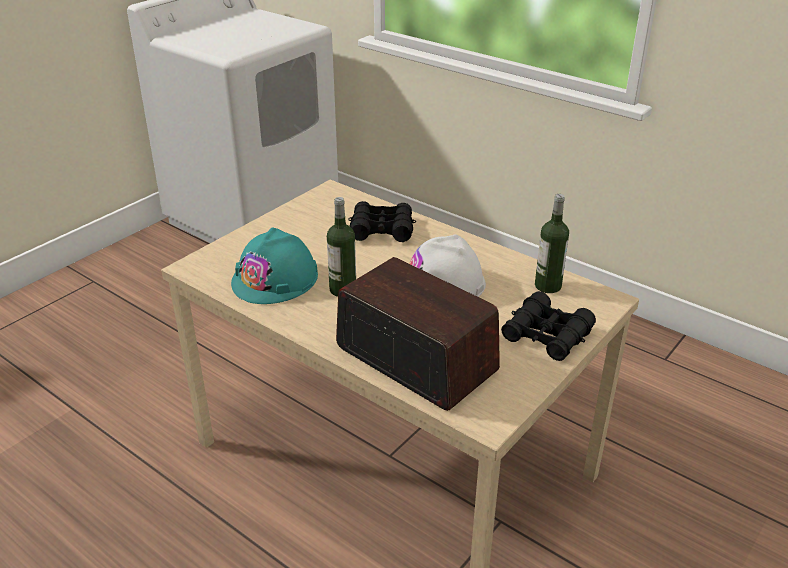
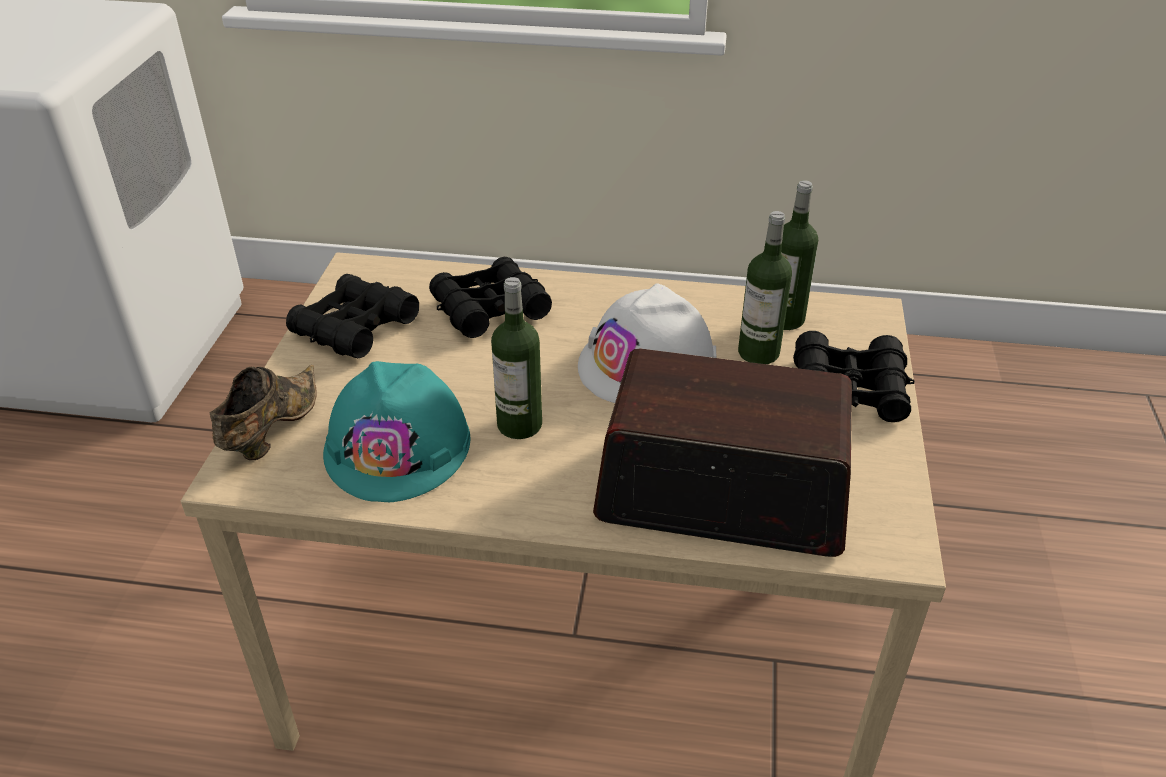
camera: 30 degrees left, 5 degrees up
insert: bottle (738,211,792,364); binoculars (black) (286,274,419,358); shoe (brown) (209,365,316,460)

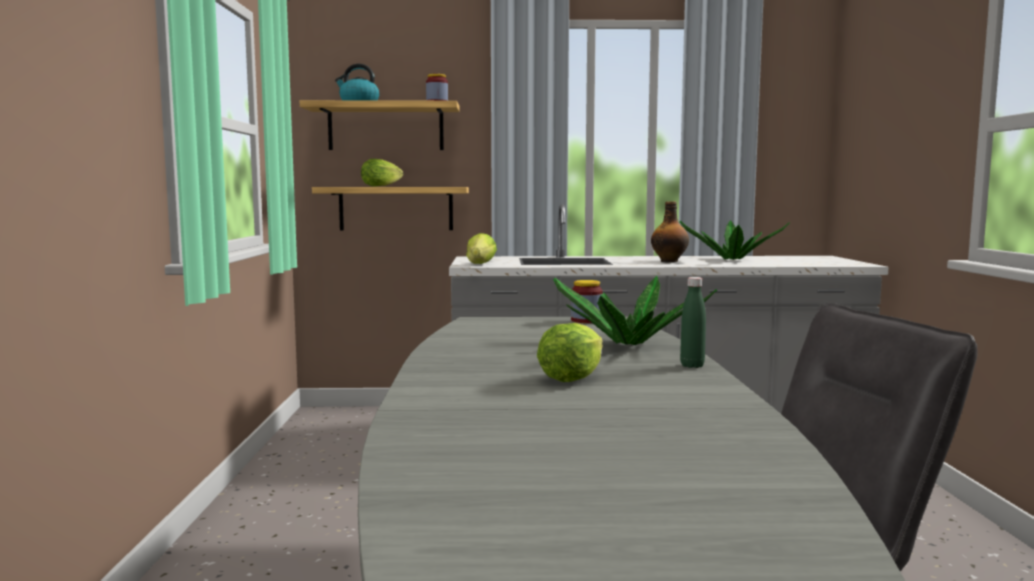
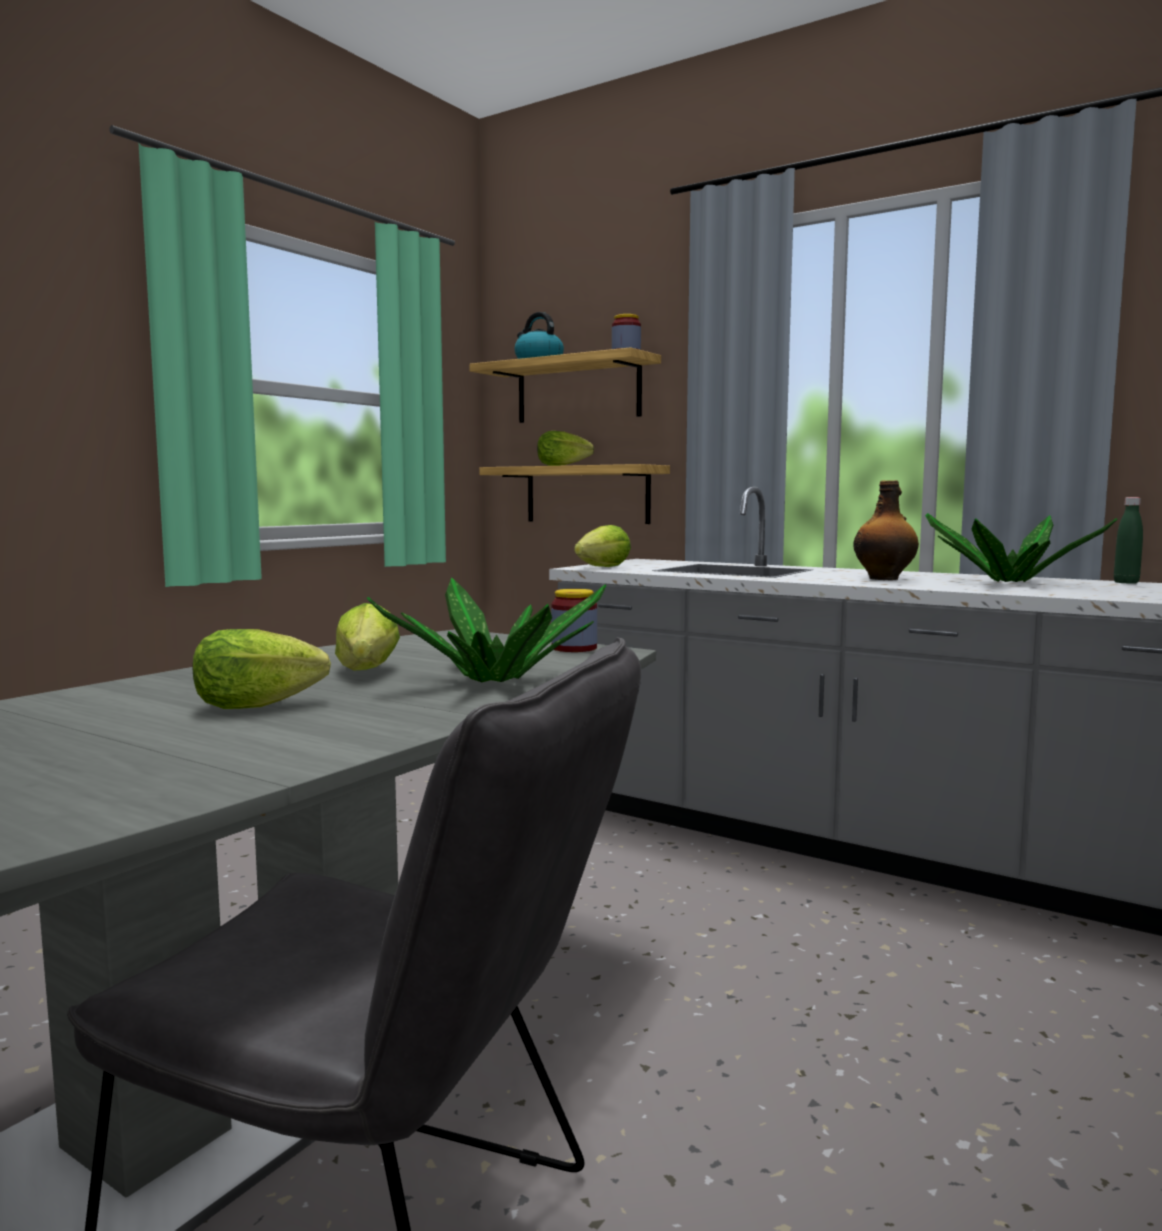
camera: 35 degrees right, 0 degrees up
insert: lettuce (335,603,400,671)
move: bottle (green) (680,277,706,368) to (1114,497,1143,584)

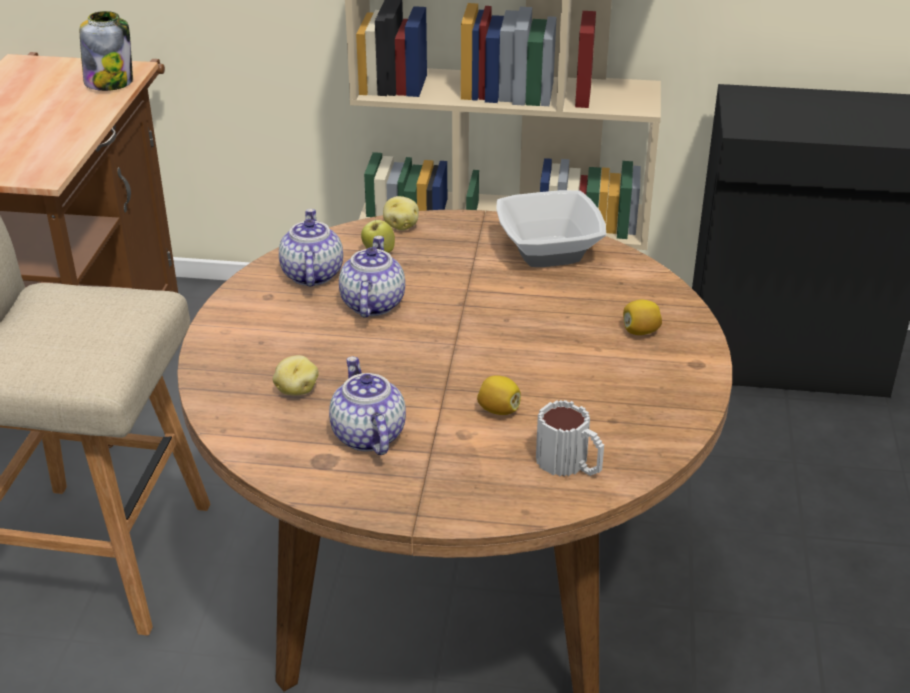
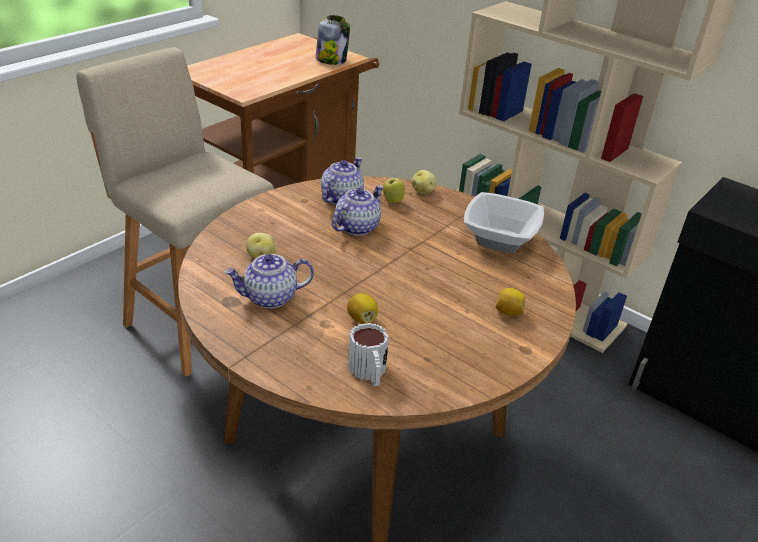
camera: 30 degrees right, 0 degrees up
rotate: teapot (329,356,406,455) = (224,254,314,309) 120 degrees counterclockwise

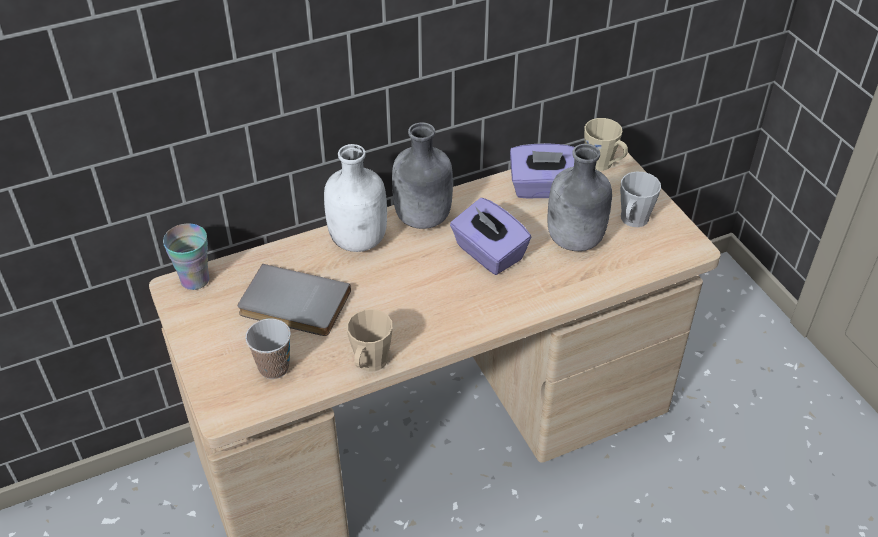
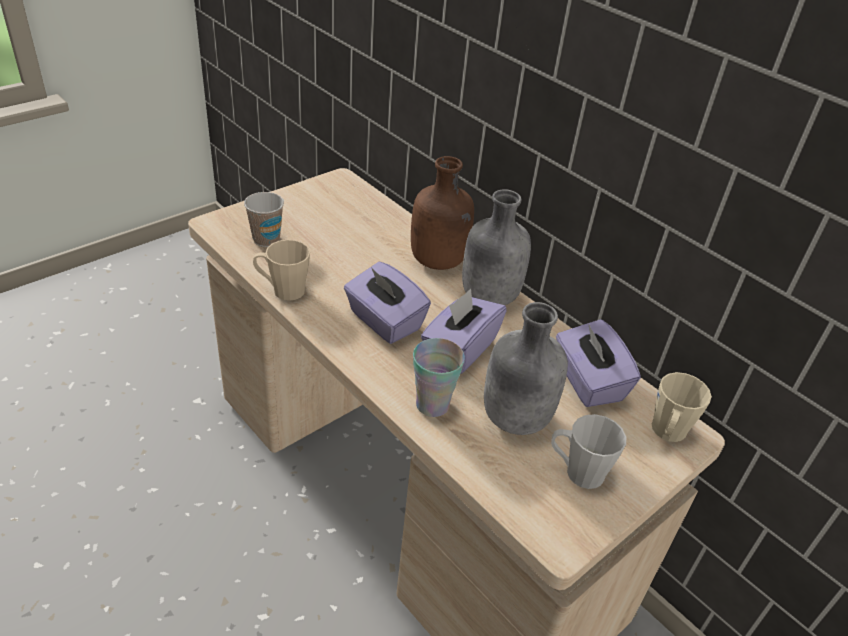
camera: 70 degrees right, 5 degrees down
delete: book (grey) (238,264,351,336)
insert: tissue box (purple) (344,262,431,344)
move: cup (163,223,210,290) to (413,338,465,417)
recolor: bottle (white) (324,144,387,252) to bottle (brown) (411,156,474,270)

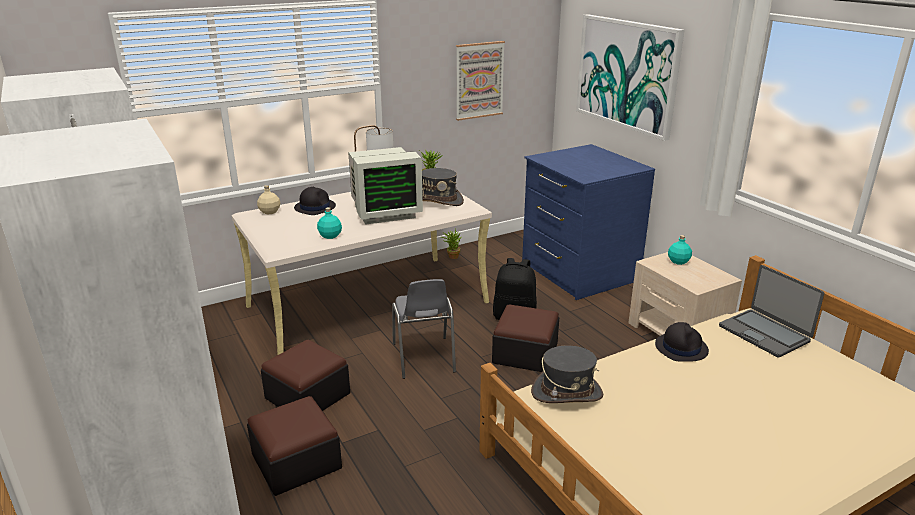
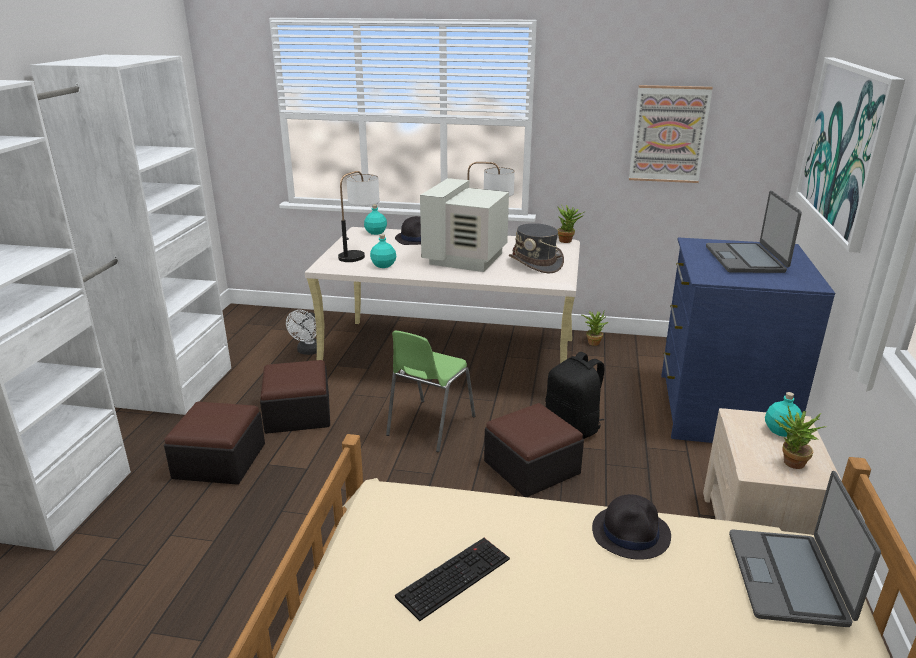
camera: 40 degrees right, 0 degrees up
delete: hat (grey) (531,345,603,403)
insert: table lamp (338,171,380,262); laptop (706,191,802,273); fan (white) (286,310,317,355); potted plant (775,406,826,469); keyboard (395,538,510,621)
recolor: bottle (beige) (257,185,280,214) to bottle (turquoise) (364,205,387,235); chair (grey) (392,279,456,379) to chair (green) (386,330,475,452)
rotate: monitor (348,147,423,225) = (420,178,509,272) 90 degrees clockwise

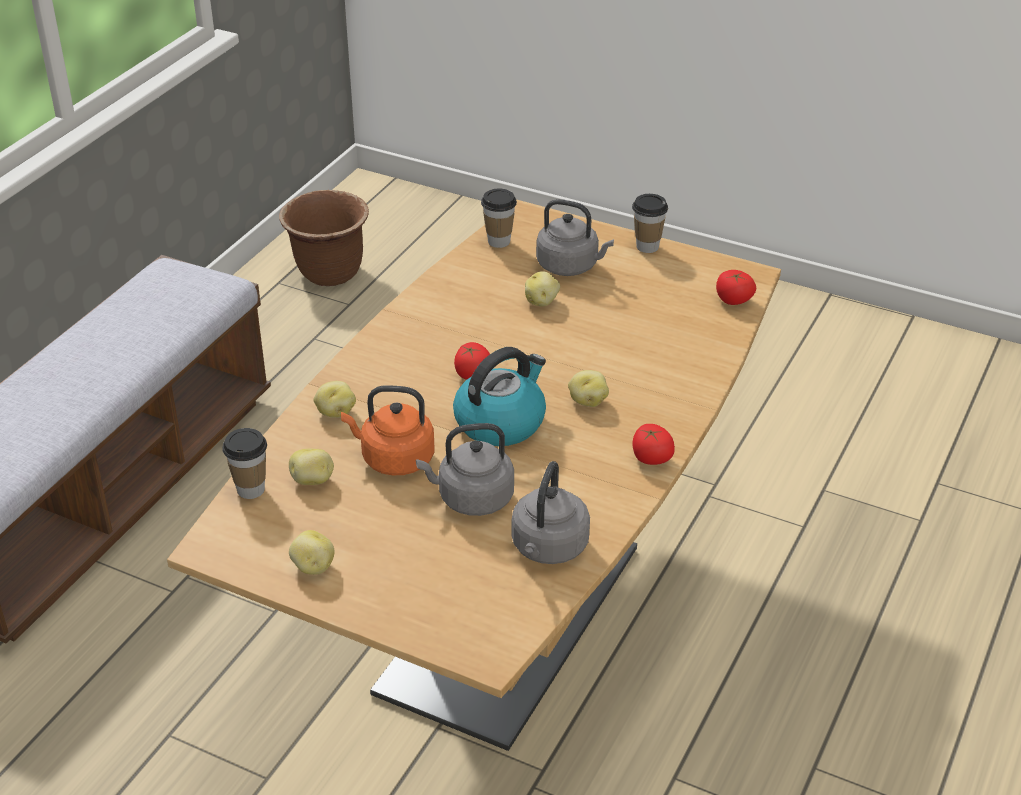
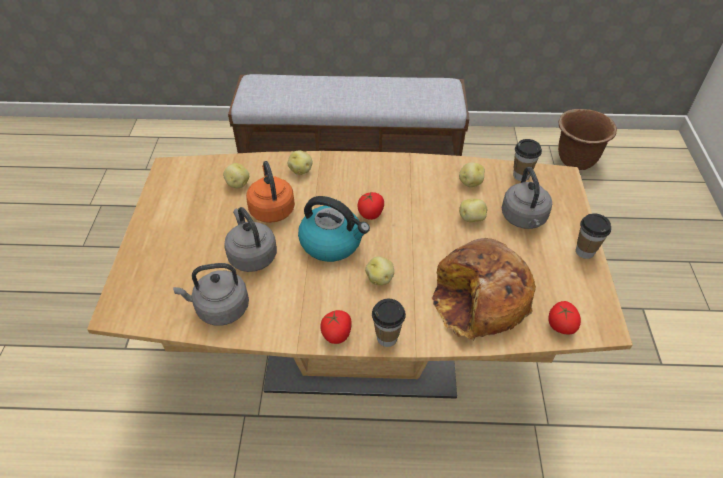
camera: 65 degrees right, 10 degrees up
insert: bread (432,238,536,341)
move: cup (222,428,267,499) to (372,299,406,347); potato (289,530,334,575) to (459,162,485,187)

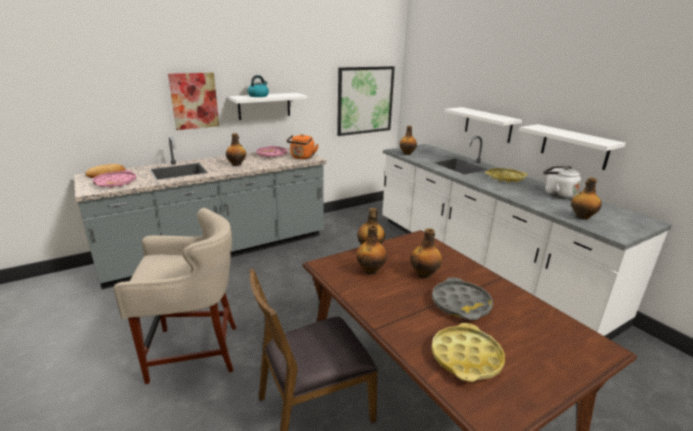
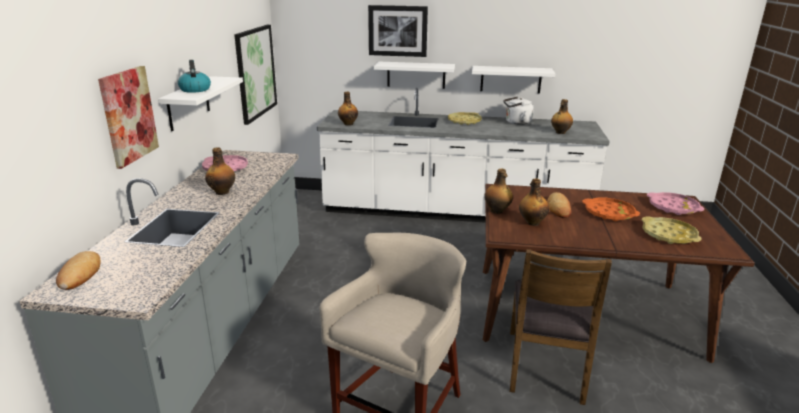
camera: 50 degrees left, 0 degrees up
delete: kettle (orange) (286,134,319,159)
insert: picture (368,5,428,57)
move: tray (pink) (92,170,136,188) to (647,192,704,215)
replace: bottle (410,228,442,278) to bread (547,192,572,218)
recolor: tray (grey) (432,278,493,320) to tray (orange) (582,198,640,221)

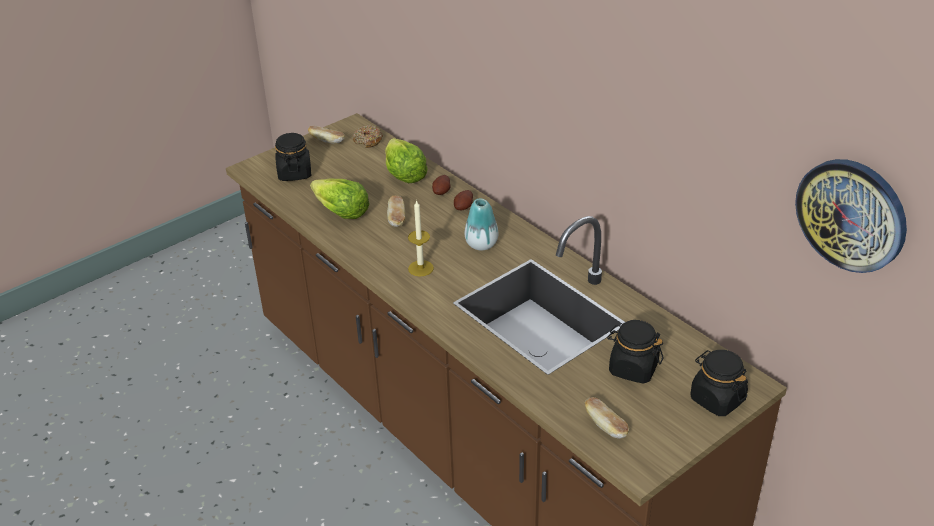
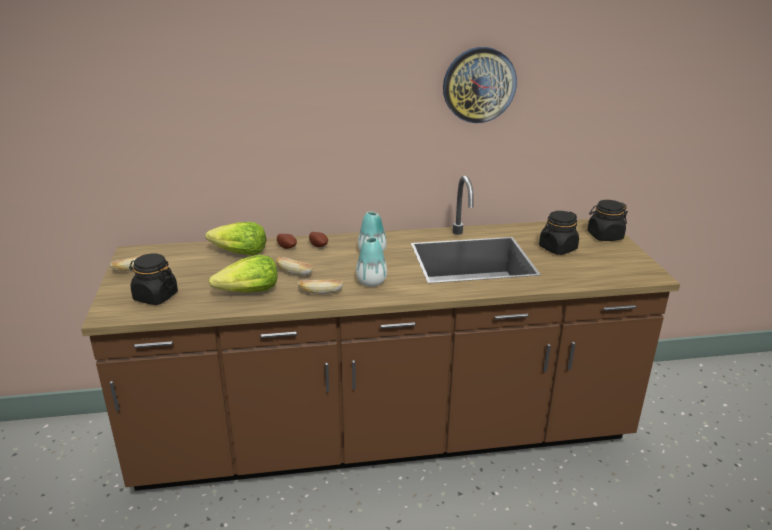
camera: 60 degrees left, 10 degrees down
delete: donut (353,125,383,148)
move: wall clock (795,159,907,273) to (443,47,517,123); bread (585,397,629,438) to (297,279,343,294)
replace: candle (408,200,434,277) to vase (356,237,387,287)

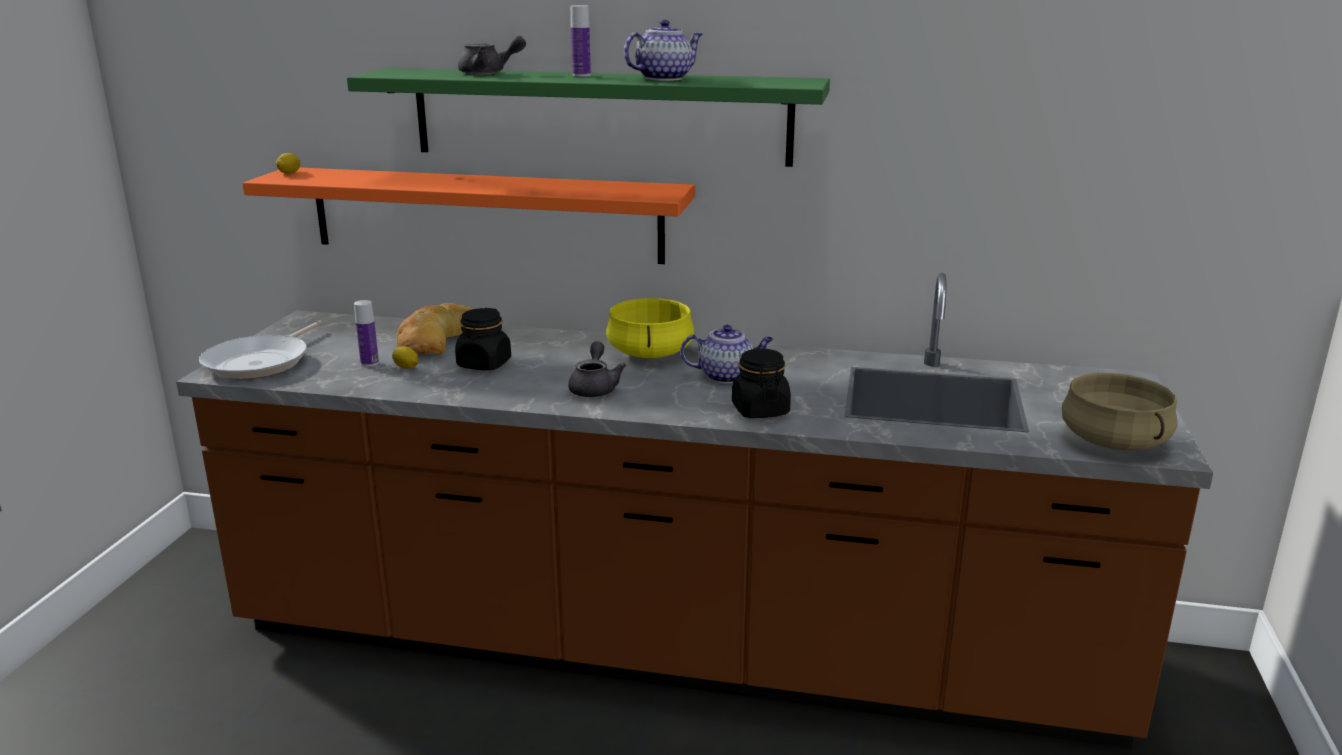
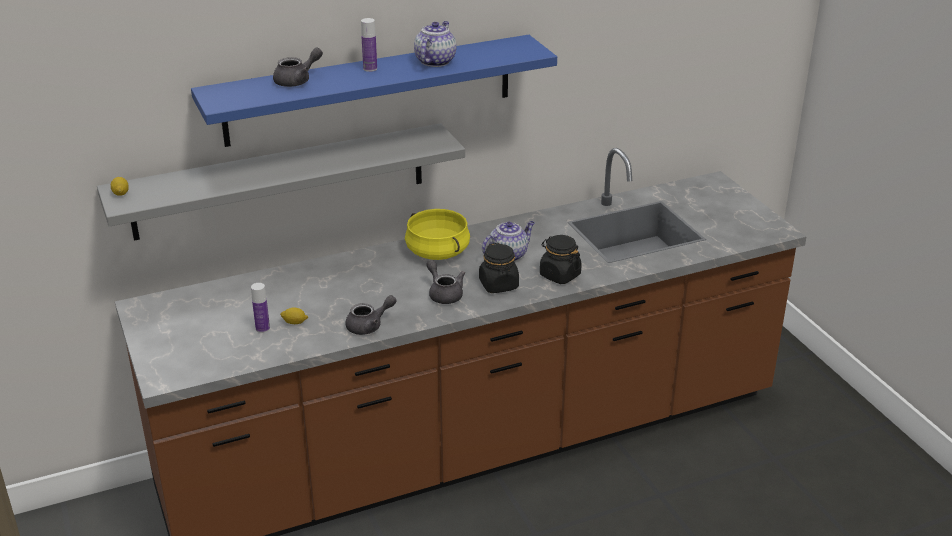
camera: 35 degrees left, 10 degrees up
delete: bread (396,303,473,354); frying pan (199,321,323,379); cooking pot (beige) (1062,373,1178,450)
insert: teapot (grey) (345,295,397,335)
move: jar (black) (455,308,511,370) to (479,243,519,293)
recolor: shelf (green) (347,68,830,167) to shelf (blue) (191,35,557,147); shelf (orange) (243,167,695,264) to shelf (grey) (97,123,465,241)

